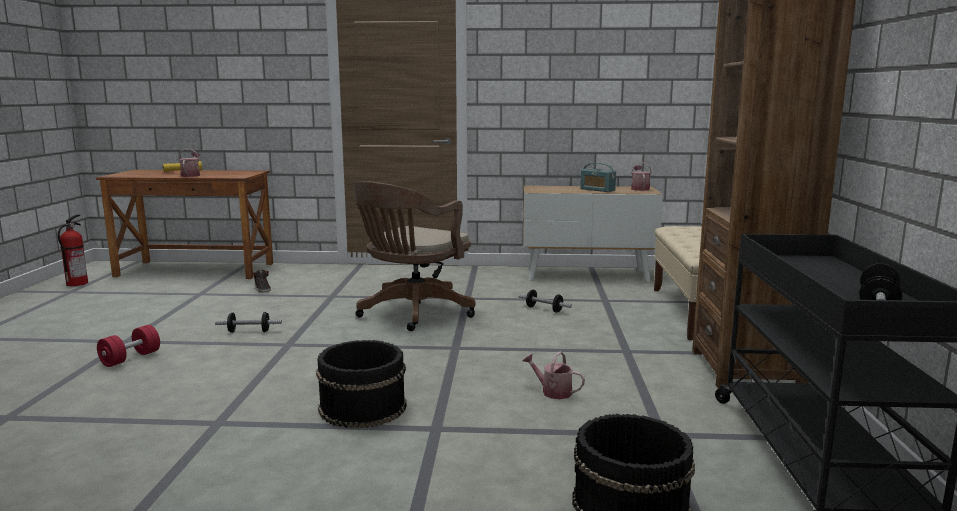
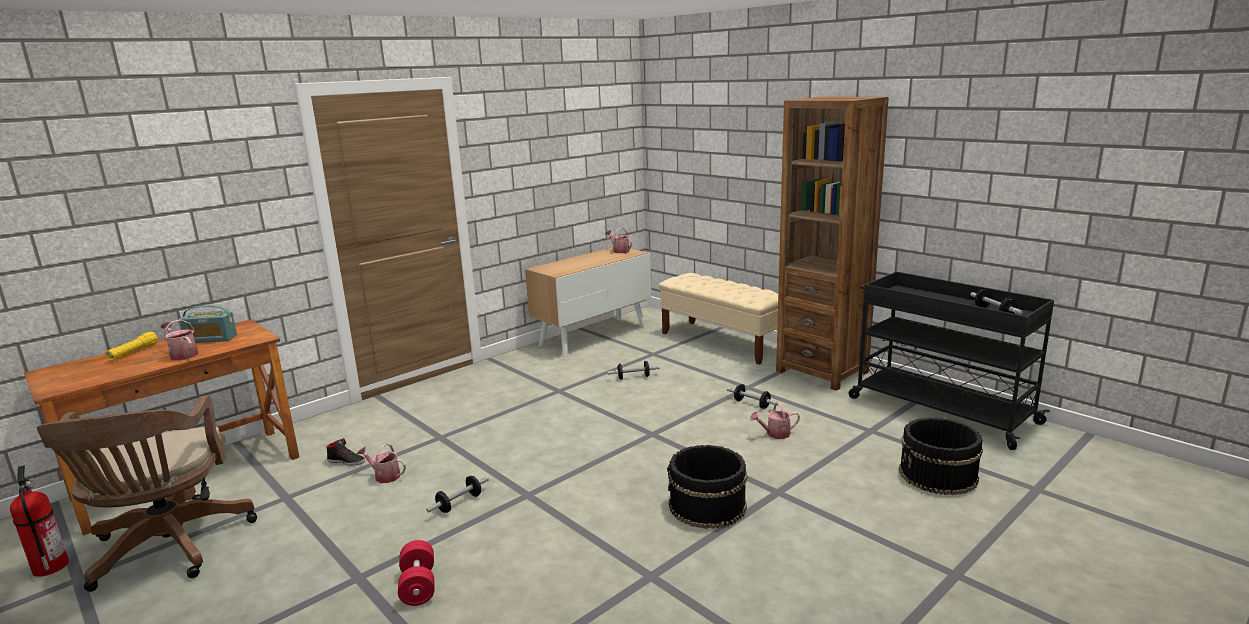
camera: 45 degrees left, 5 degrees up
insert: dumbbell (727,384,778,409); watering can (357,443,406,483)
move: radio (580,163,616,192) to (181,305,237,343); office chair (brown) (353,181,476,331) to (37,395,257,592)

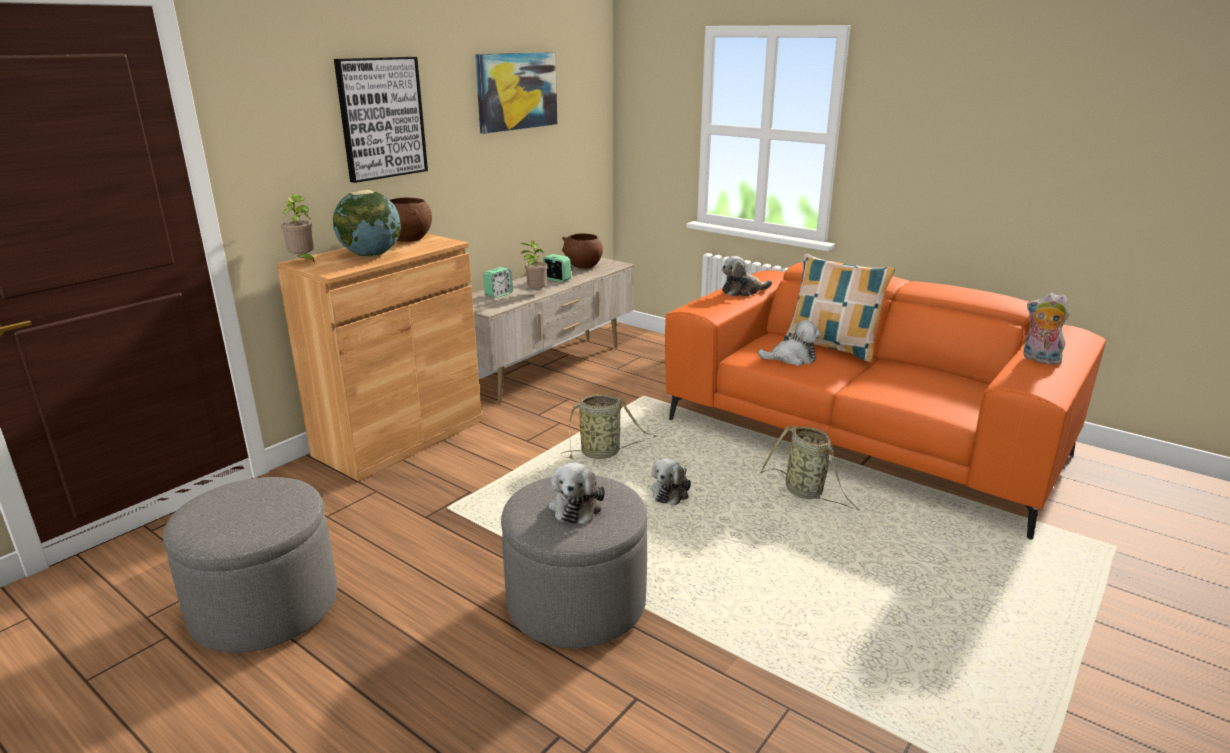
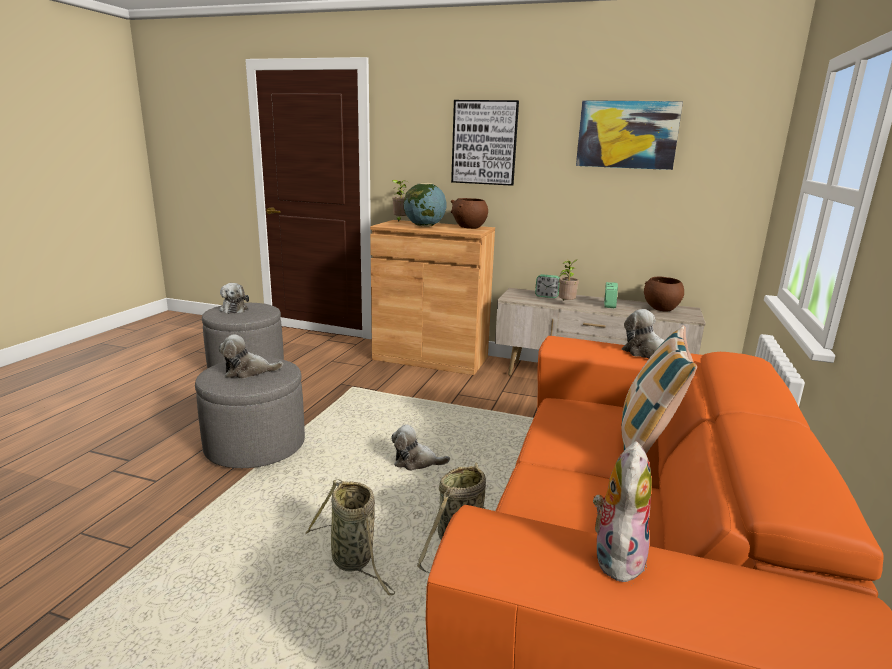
camera: 70 degrees right, 5 degrees down
move: plush toy (758,320,821,366) to (219,283,249,314); basket (561,394,657,459) to (305,479,395,595)

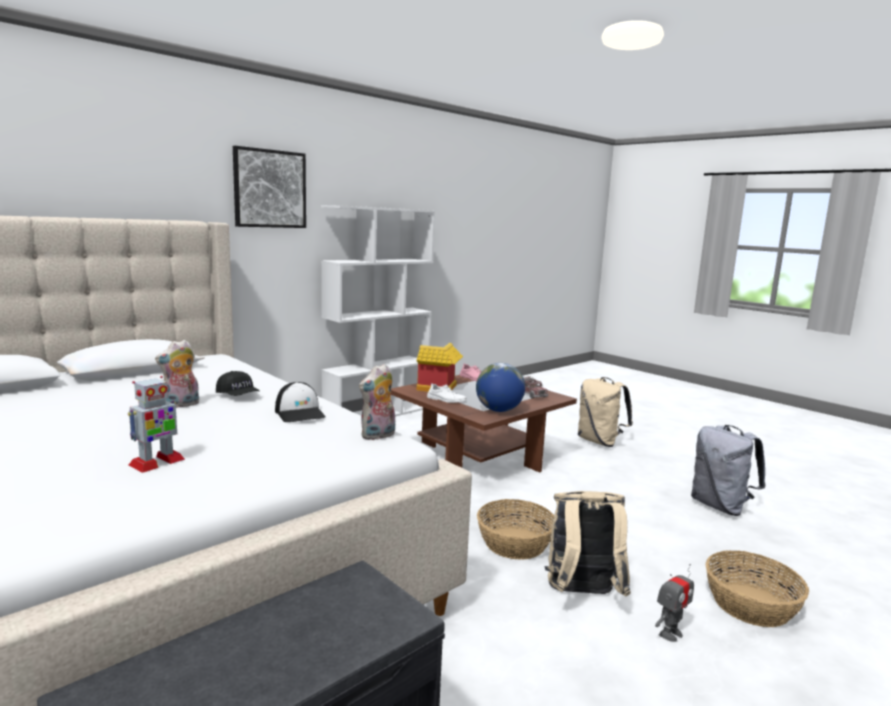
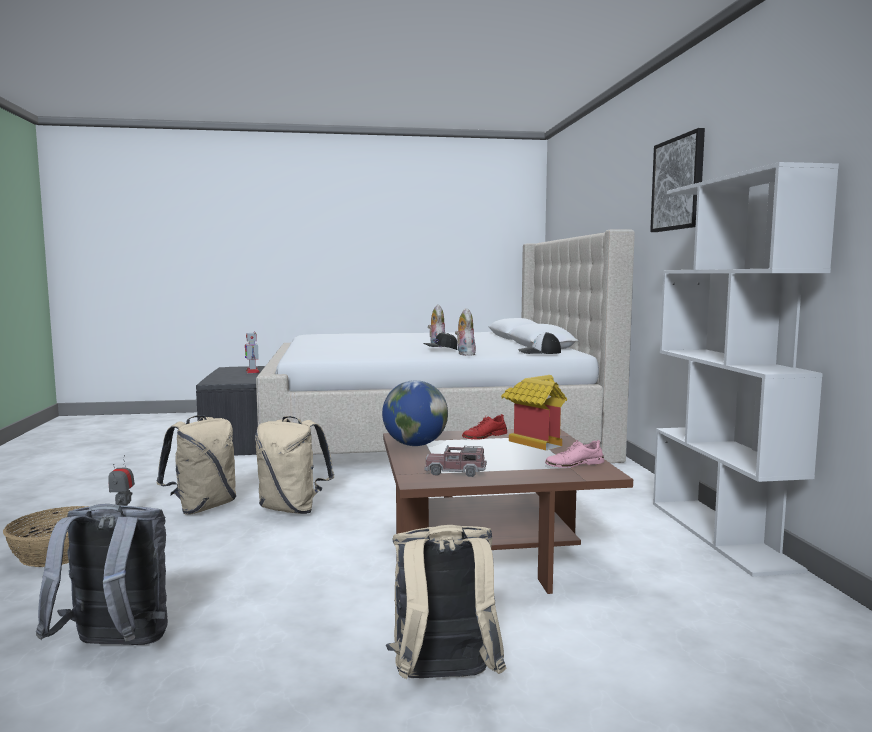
camera: 125 degrees right, 5 degrees down
move: plush toy (359,363,395,441) to (455,308,476,356); toy robot (128,376,185,473) to (245,332,260,373); cap (275,382,326,422) to (518,332,561,354)
replace: basket (477,499,554,560) to backpack (beige) (255,416,334,514)
recolor: shoe (white) (427,383,467,403) to shoe (red) (462,414,507,440)

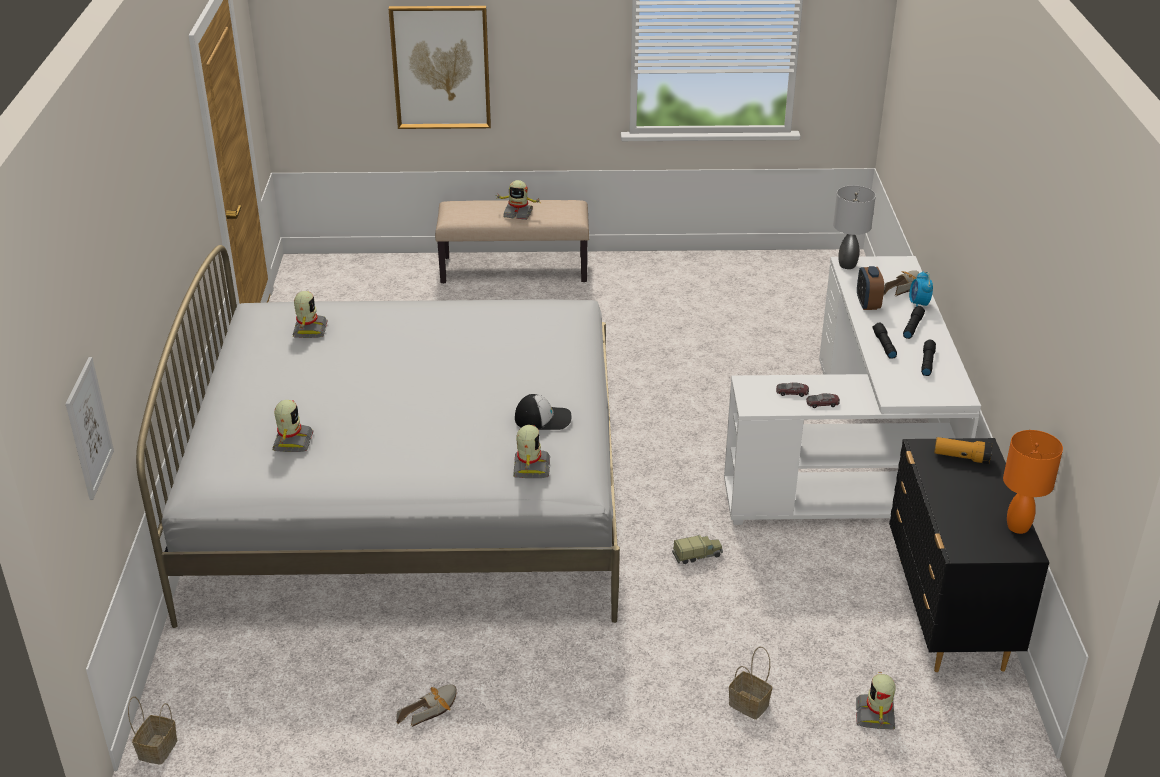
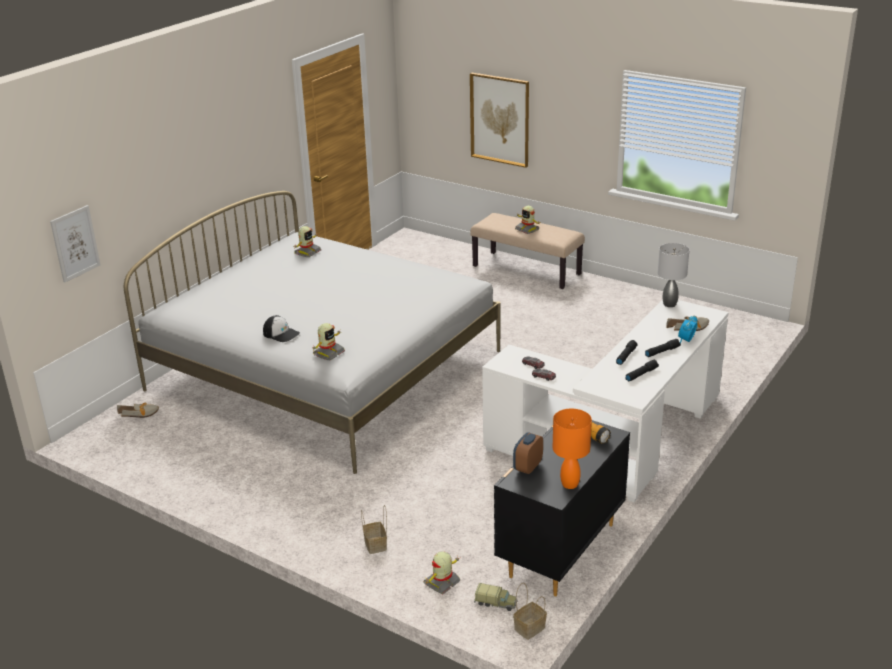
camera: 35 degrees right, 5 degrees down
delete: toy robot (273,400,314,452)
move: alarm clock (857,266,884,310) to (513,432,543,474); cap (515,394,572,430) to (263,315,300,342); toy truck (672,535,723,564) to (474,583,517,611); shoe (396,684,457,727) to (117,403,159,418); basket (128,696,177,765) to (513,583,547,640)

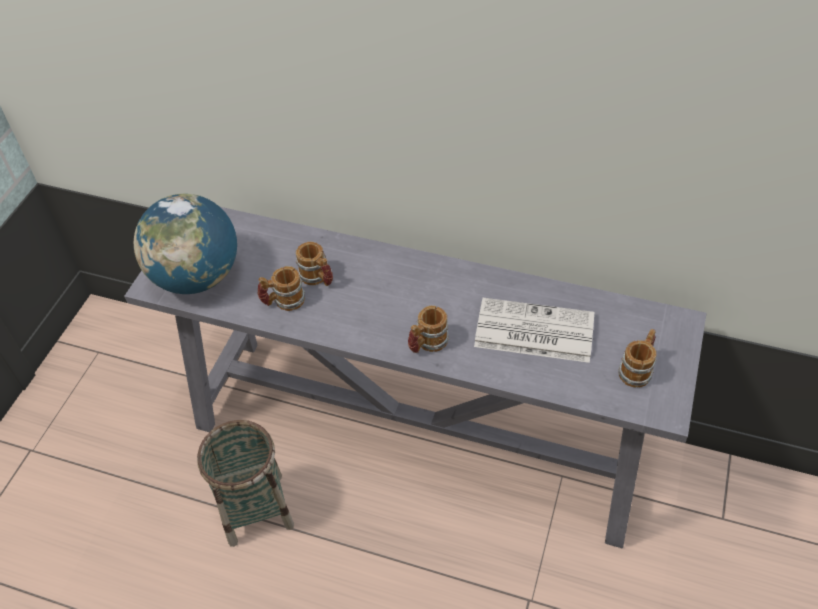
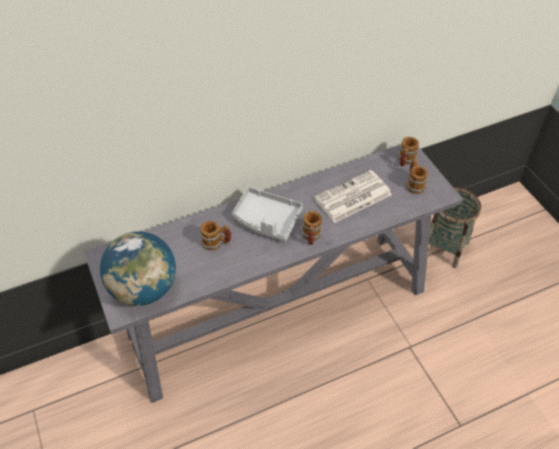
camera: 45 degrees left, 0 degrees up
insert: tray (grey) (232,187,303,242)
move: mug (258,266,305,311) to (398,137,419,167); basket (197,420,294,547) to (429,187,481,268)

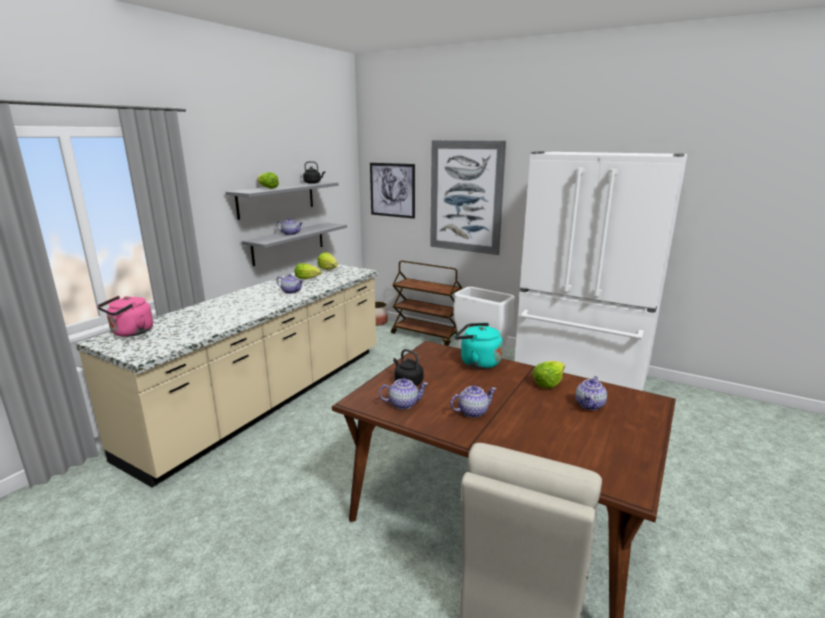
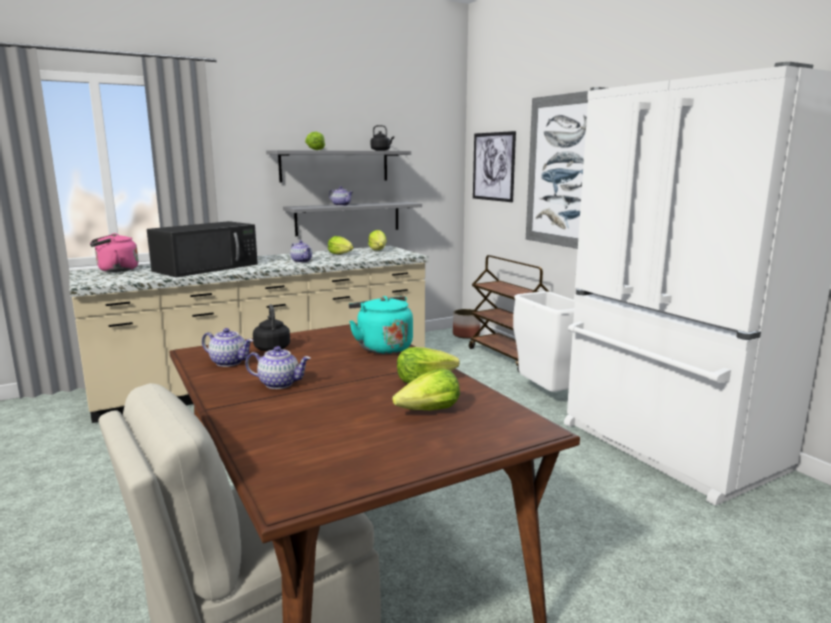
camera: 30 degrees right, 5 degrees down
insert: microwave (black) (147,221,258,278)
replace: teapot (575,376,607,410) to lettuce (392,369,460,410)

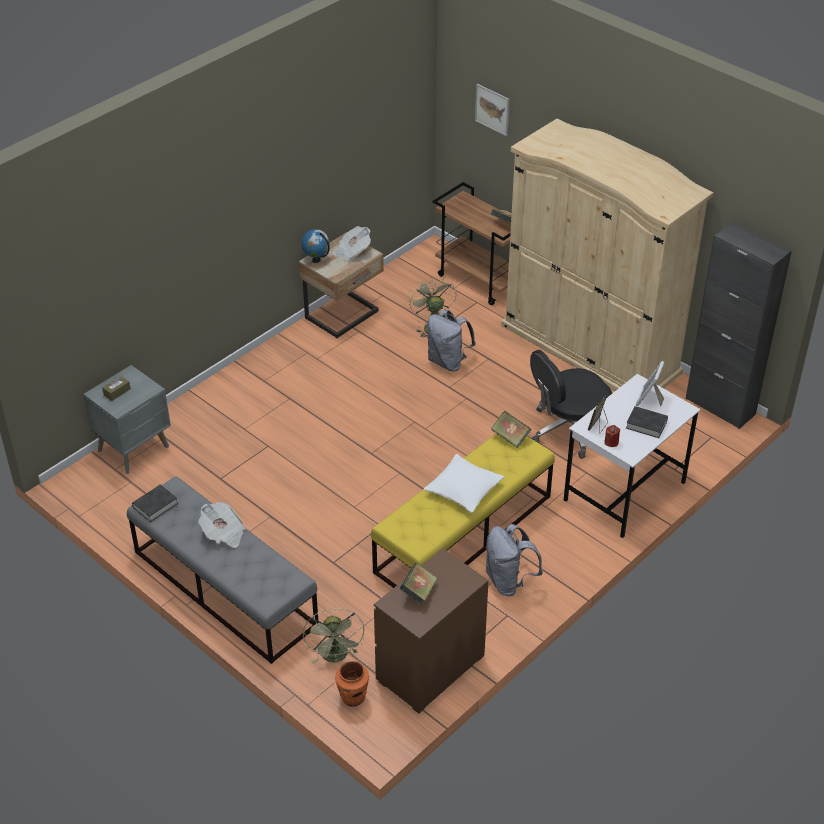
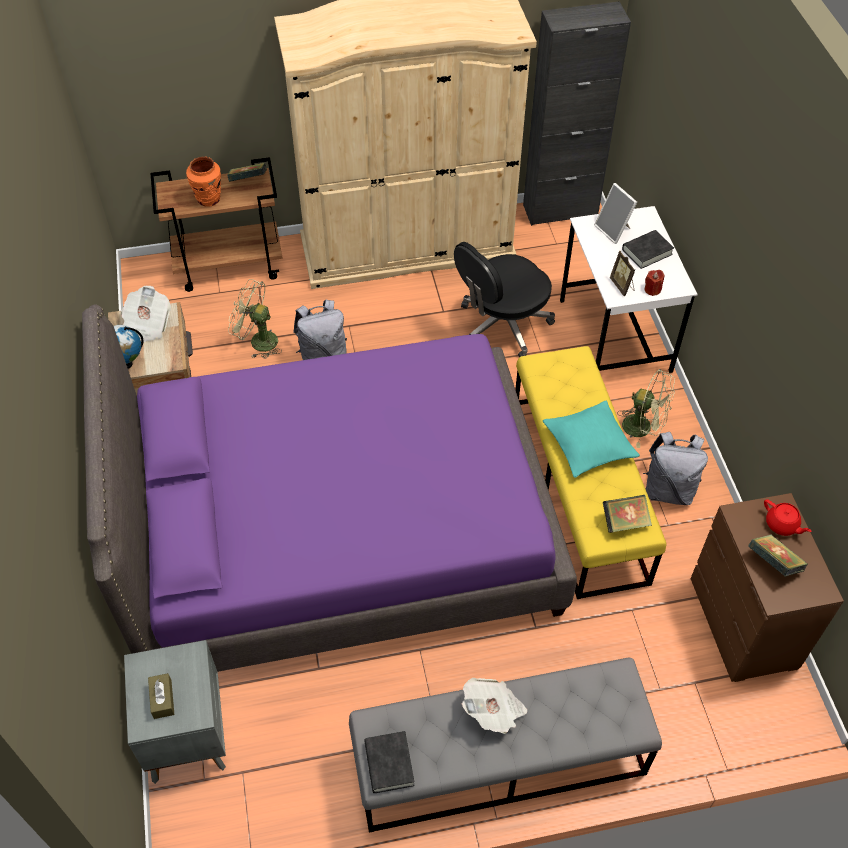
camera: 55 degrees left, 10 degrees up
delete: picture (475,84,510,136)
insert: bed (purple) (82,305,577,672); teapot (red) (764,499,812,536)
move: book (491,411,531,448) to (603,495,652,533); fan (green) (303,608,364,664) to (617,369,675,448); vase (orange) (335,661,369,707) to (186,157,221,207)
recolor: pillow (white) (424,454,504,513) to pillow (turquoise) (543,401,640,478)
rotate: office chair (black) (530,350,612,459) = (454,242,555,358) 45 degrees clockwise

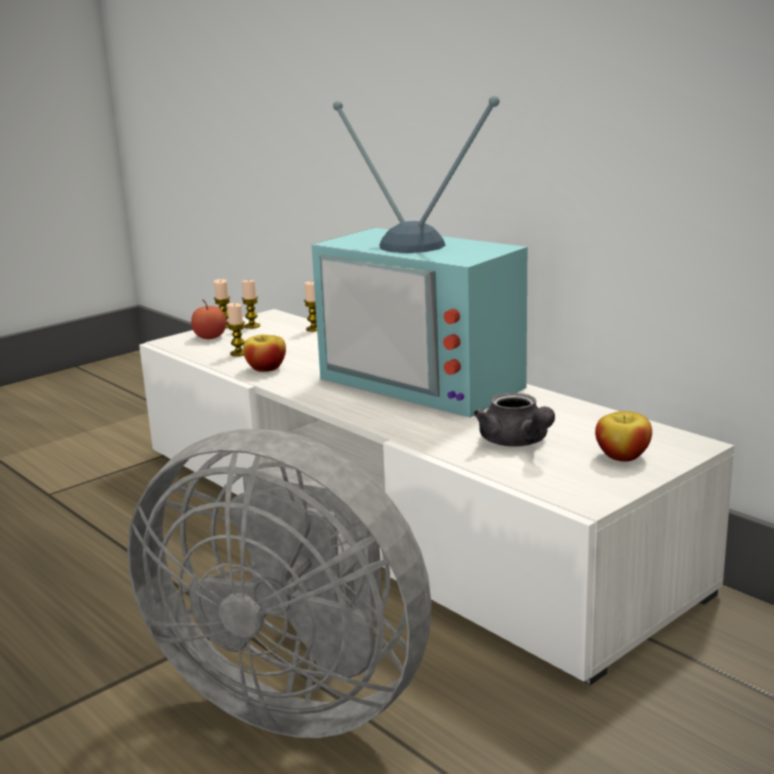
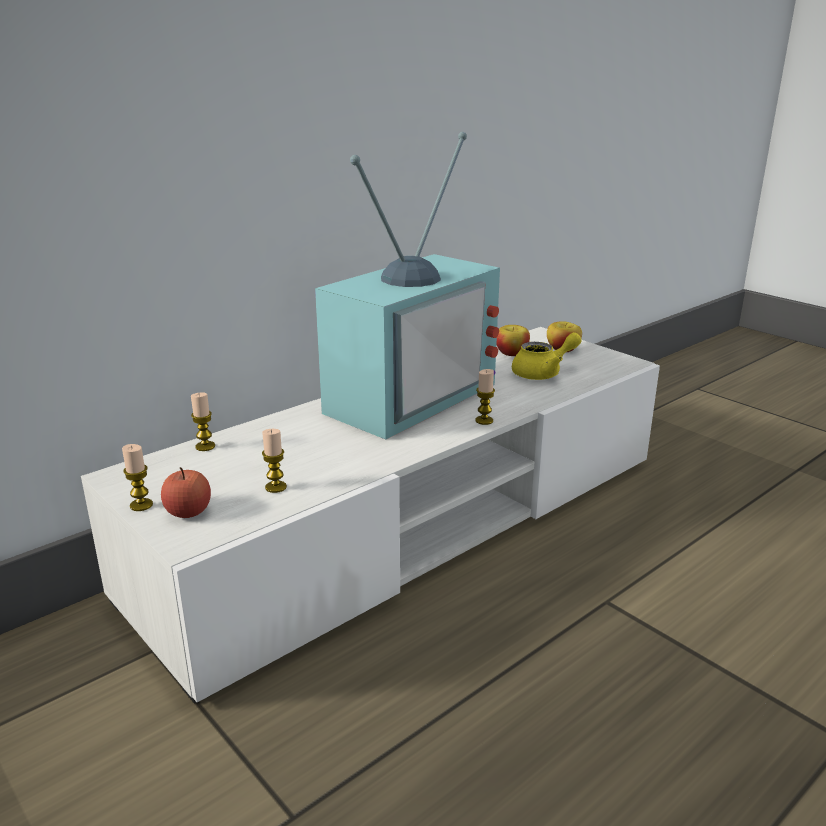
camera: 90 degrees left, 5 degrees up
delete: fan (grey) (127,429,431,738)
move: candle (242,280,260,329) to (475,369,495,425); apple (243,335,286,372) to (496,325,530,356)
recolor: teapot (grey) (473,393,555,447) to teapot (yellow) (512,332,582,380)

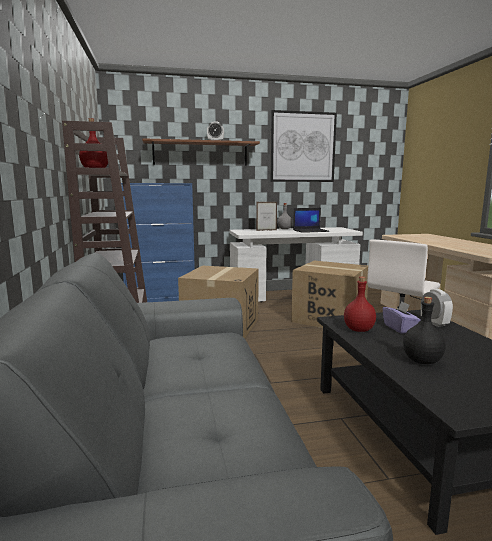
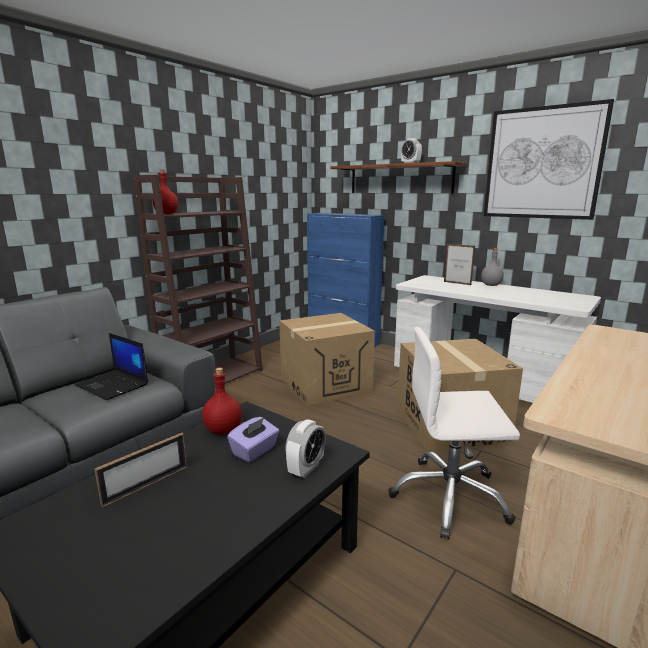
camera: 50 degrees right, 5 degrees up
move: laptop (293,208,329,233) to (75,333,148,400)
replace: bottle (black) (403,297,446,364) to picture frame (94,433,187,508)

